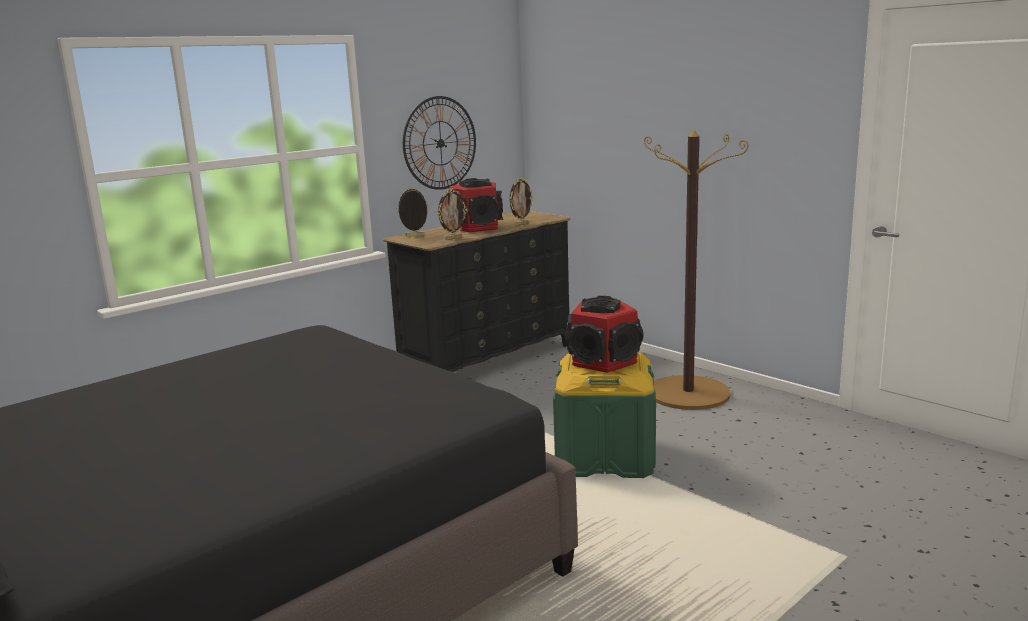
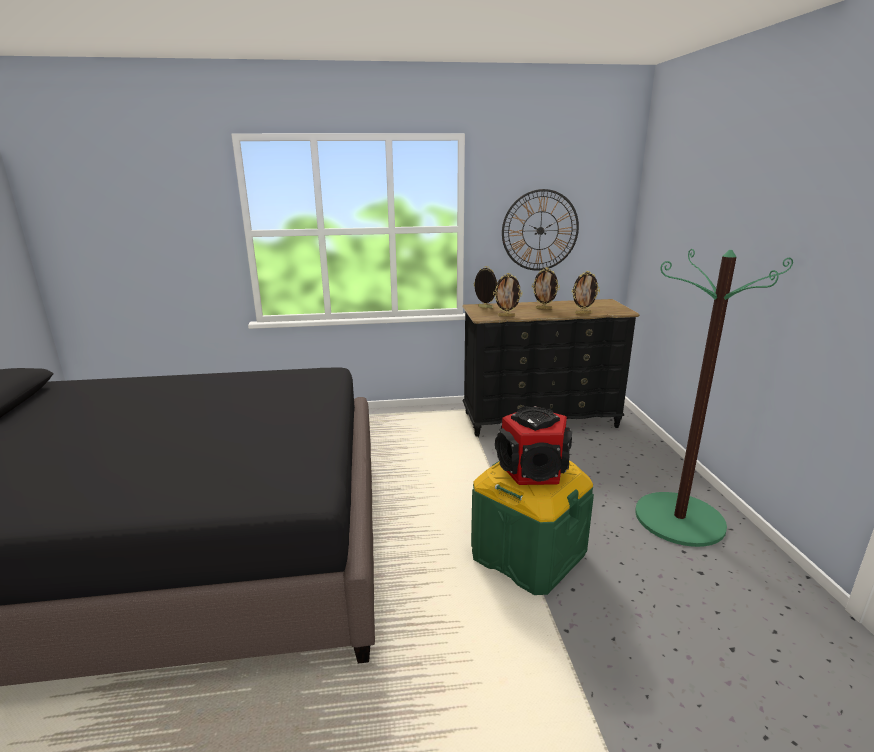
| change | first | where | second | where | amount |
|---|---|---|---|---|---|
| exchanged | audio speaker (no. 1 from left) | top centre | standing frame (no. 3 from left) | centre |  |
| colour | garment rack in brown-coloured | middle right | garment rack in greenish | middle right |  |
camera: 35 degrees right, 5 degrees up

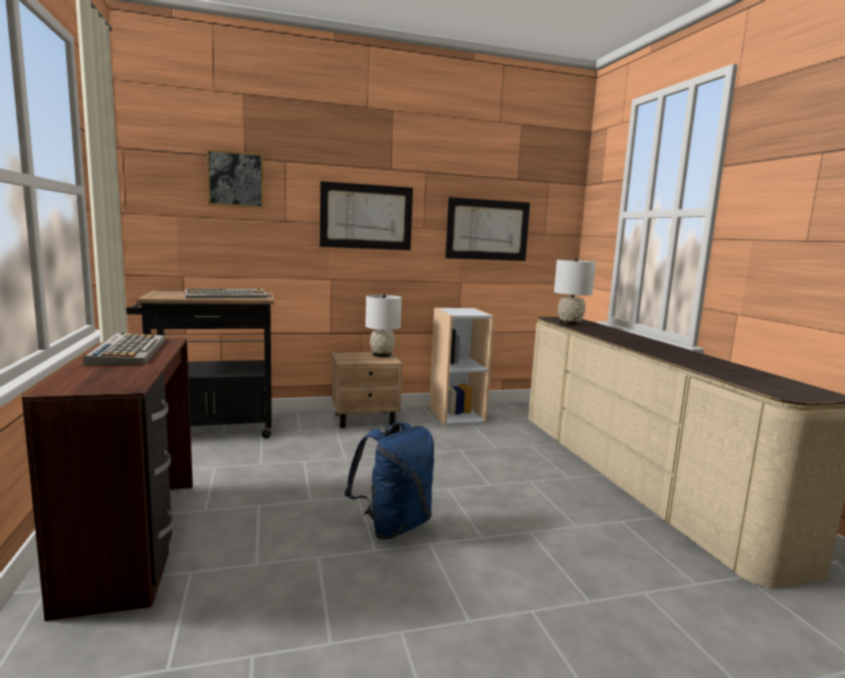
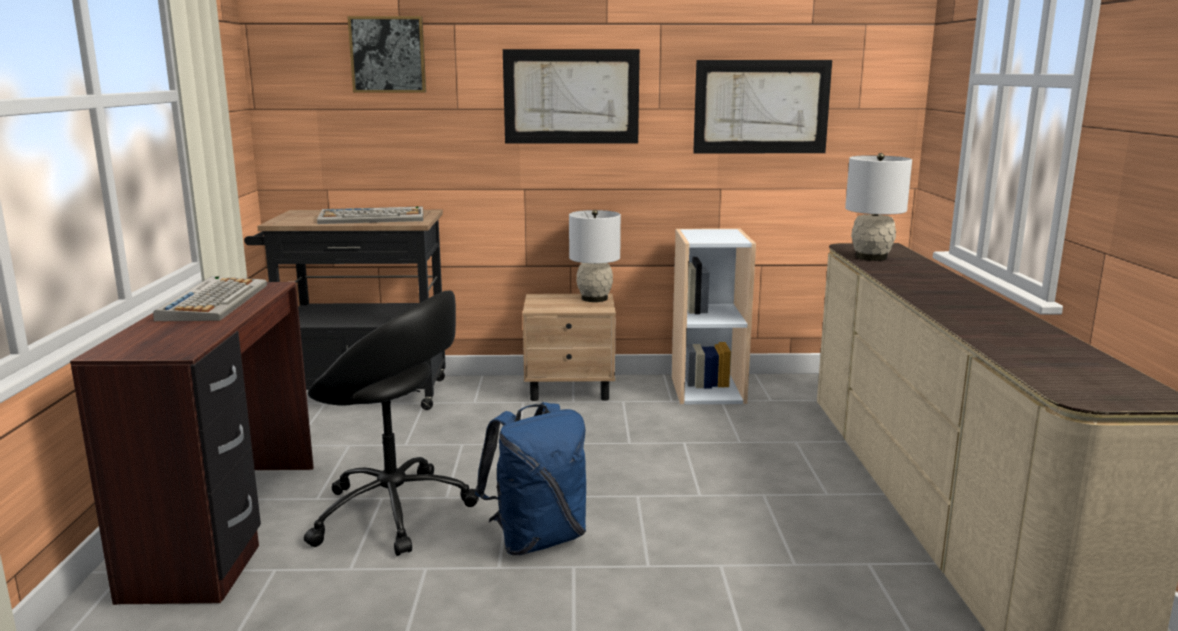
| change | first | where | second | where | amount |
|---|---|---|---|---|---|
| appeared |  |  | computer chair in black | bottom left |  |
camera: 15 degrees right, 5 degrees up

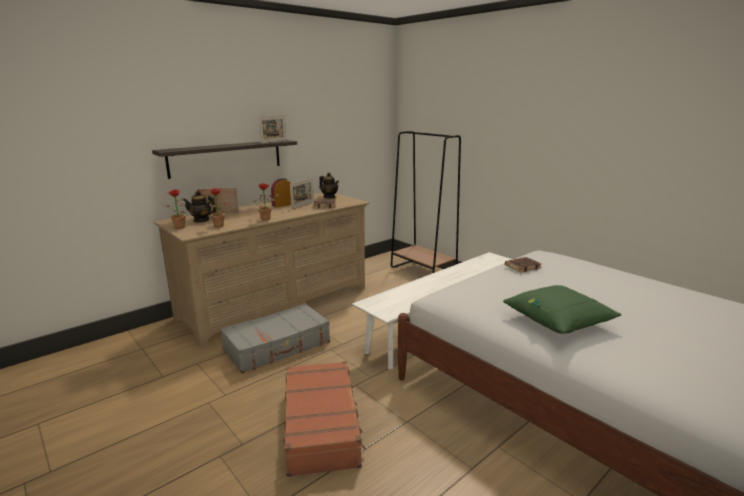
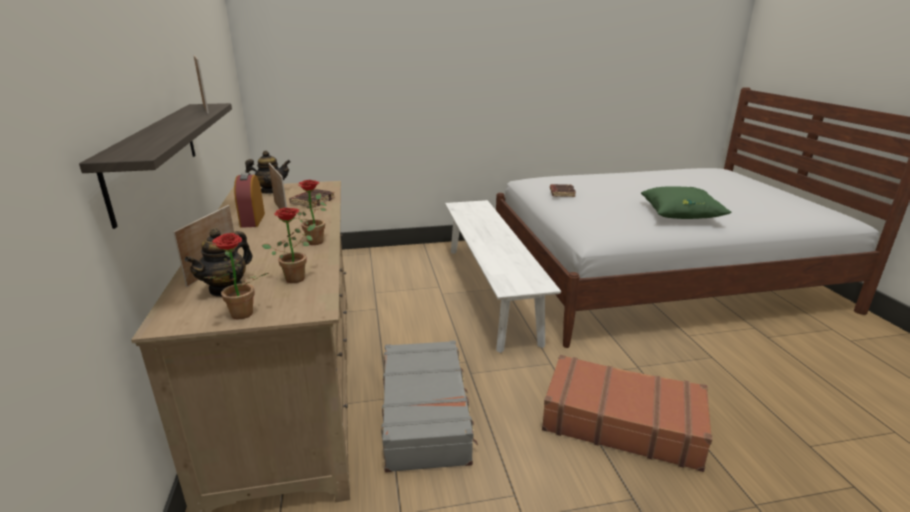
| change | first | where | second | where | amount |
|---|---|---|---|---|---|
| missing | garment rack | centre |  |  |  |
camera: 60 degrees left, 5 degrees up

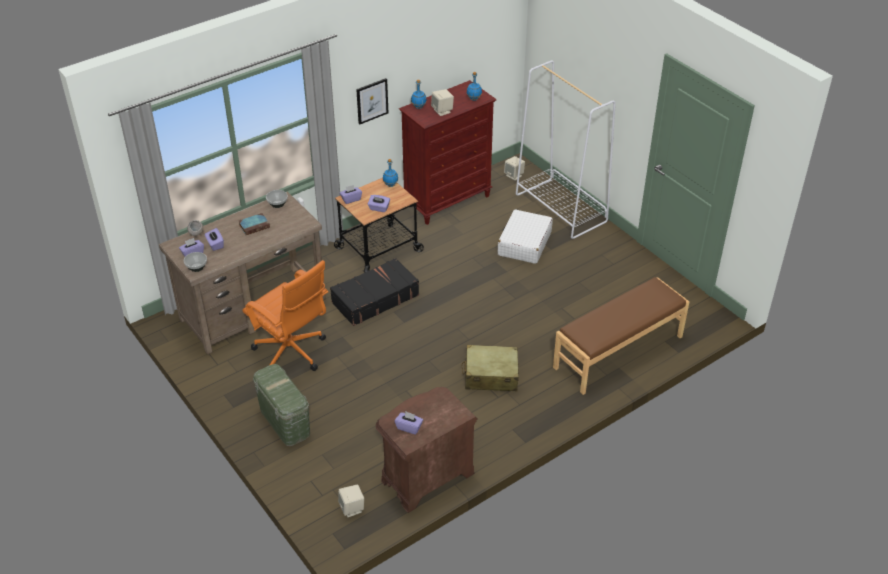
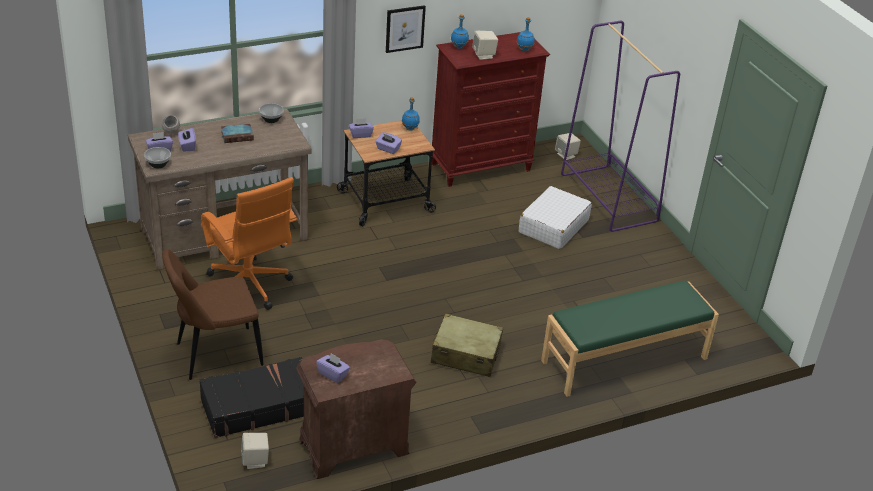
| change | first | where | second | where | amount |
|---|---|---|---|---|---|
| relocated | suitcase in black | centre |  | bottom left |  |
| exchanged | storage container in greenish | bottom left | plain chair in brown-coloured | middle left |  |
| colour | garment rack in whitish | top centre | garment rack in purplish | top right |  |
| colour | bench in brown-coloured | middle right | bench in greenish | bottom right |  |
camera: 10 degrees right, 5 degrees down

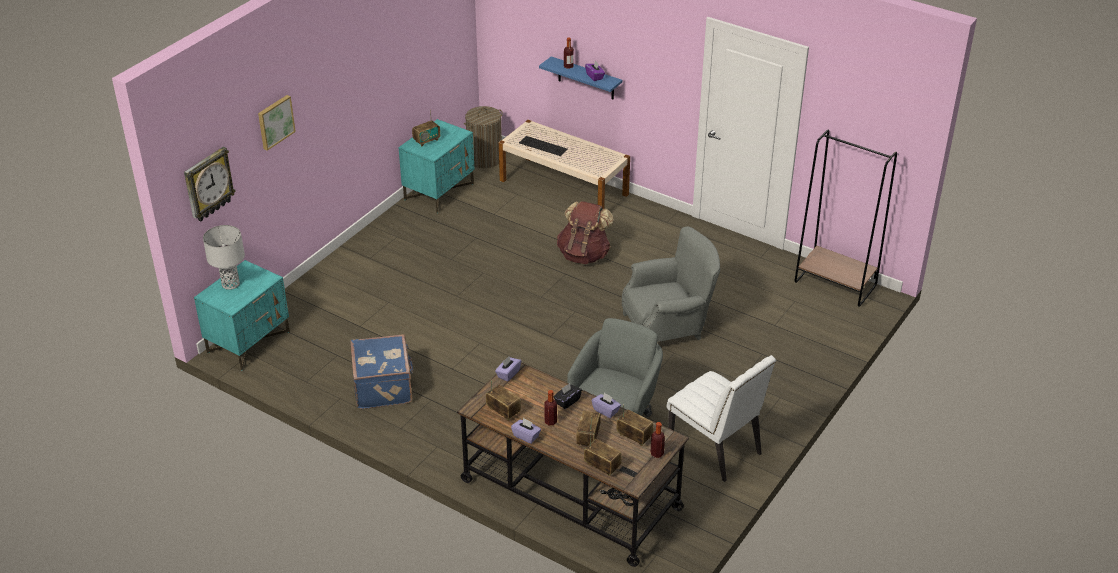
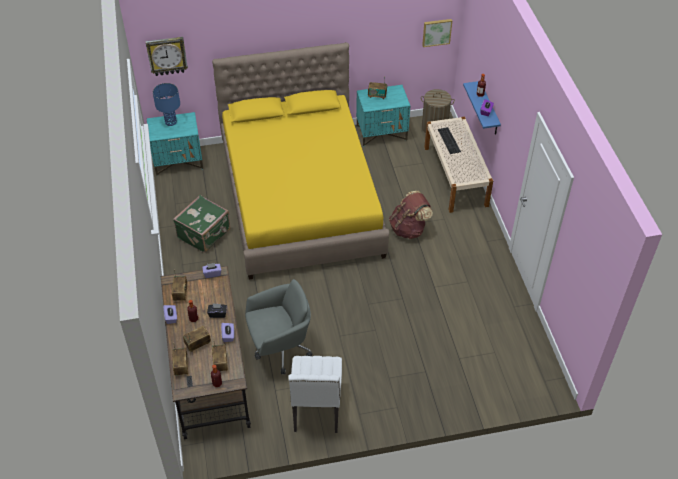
| change | first | where | second | where | amount |
|---|---|---|---|---|---|
| missing | lounge chair in greyish | centre |  |  |  |
| missing | garment rack | middle right |  |  |  |
| appeared |  |  | sleeping bed in yellow | centre |  |
| relocated | picture | top left |  | top centre |  |
| colour | lamp for a table in whitish | middle left | lamp for a table in bluish | top left |  |
| colour | suitcase in bluish | centre | suitcase in greenish | middle left |  |
camera: 45 degrees right, 10 degrees up

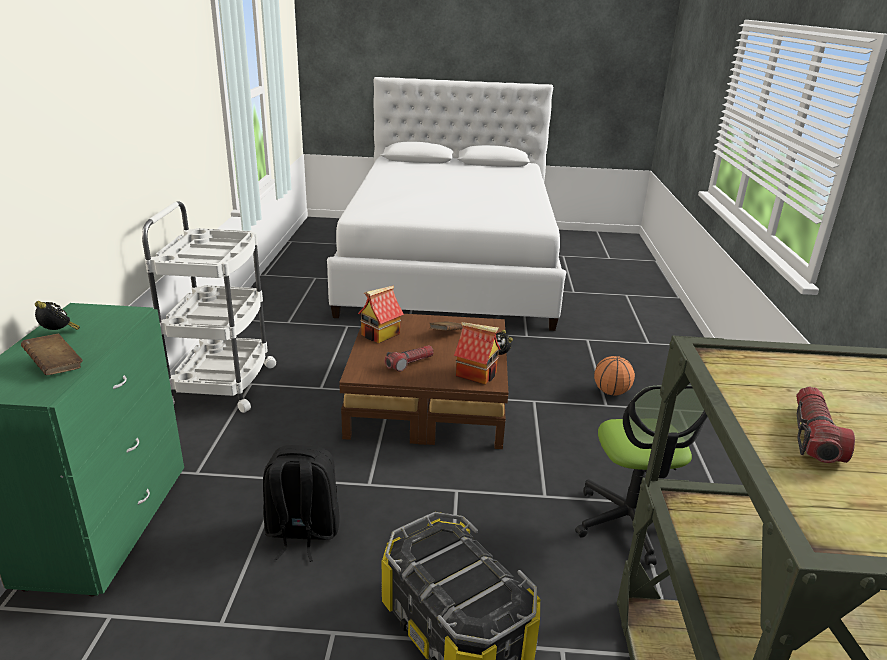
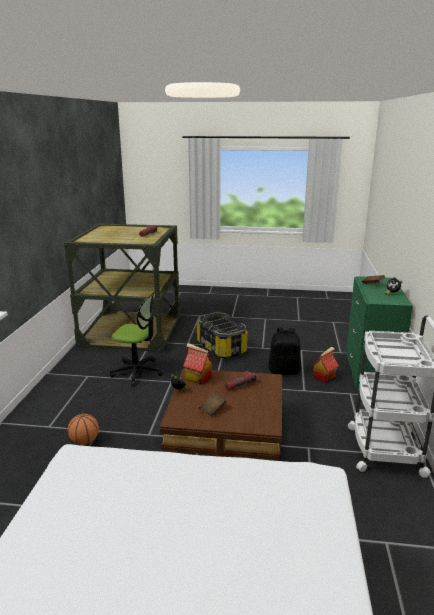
| change | first | where | second | where | amount |
|---|---|---|---|---|---|
| relocated | model house (no. 1 from left in the first image) | centre | model house (no. 2 from left) | middle right |  |
| spun | computer chair | bottom right |  | middle left | 105 degrees clockwise |
camera: 175 degrees left, 5 degrees down

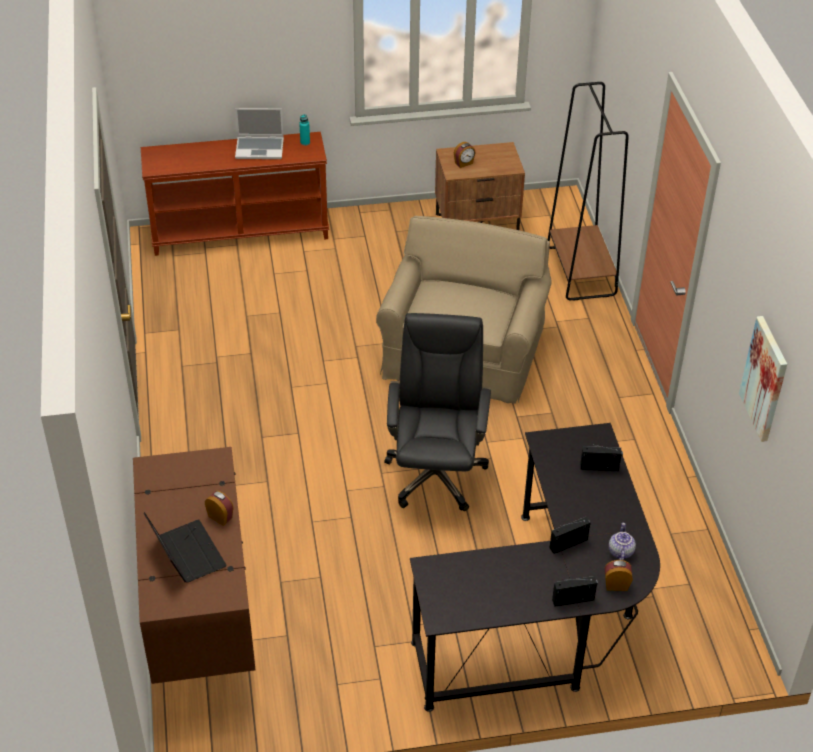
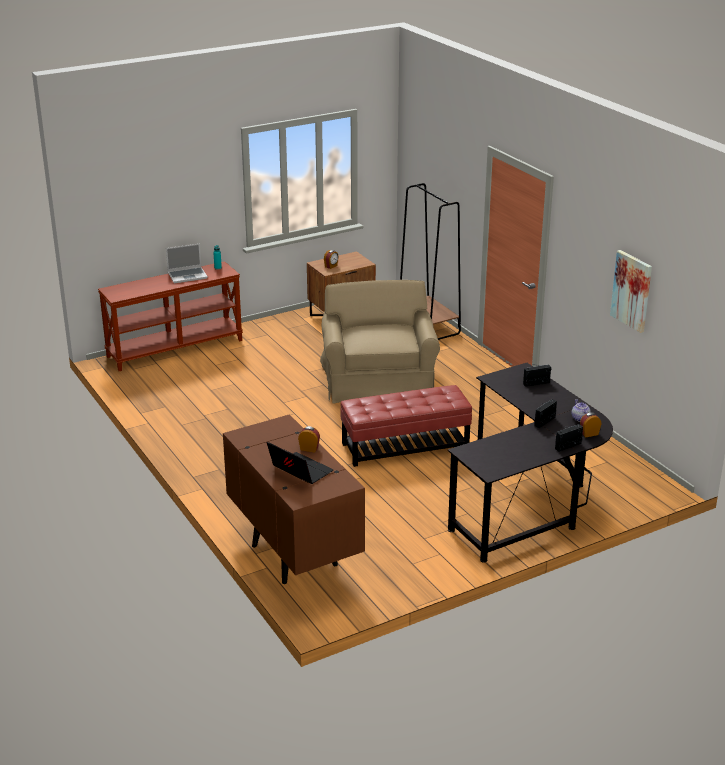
| change | first | where | second | where | amount |
|---|---|---|---|---|---|
| exchanged | computer chair in black | centre | footrest in red-coloured | centre |  |
camera: 20 degrees left, 15 degrees down

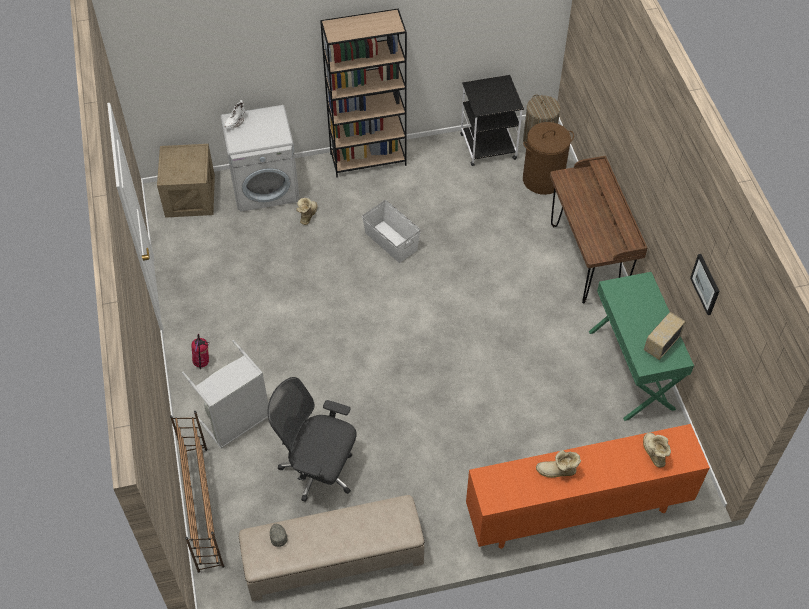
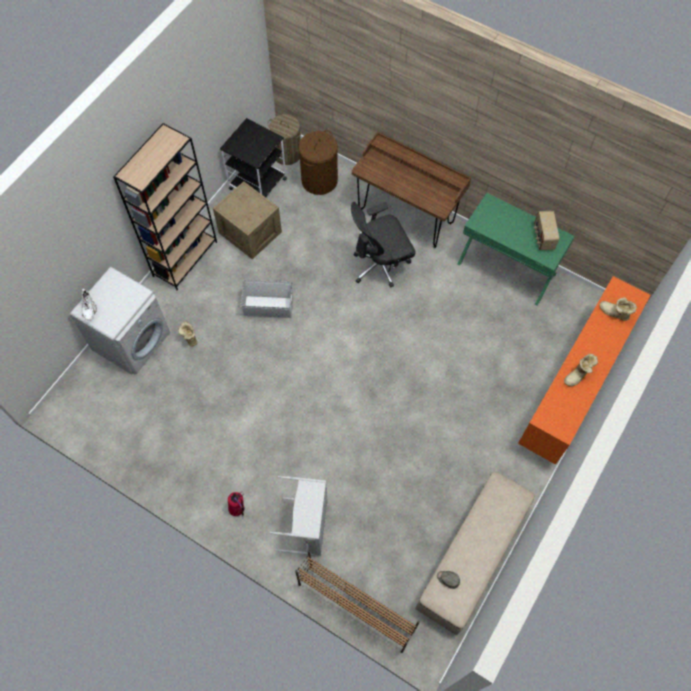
| change | first | where | second | where | amount |
|---|---|---|---|---|---|
| missing | picture | middle right |  |  |  |
| relocated | shipping crate | top left |  | top centre |  |
| relocated | computer chair | bottom centre |  | centre |  |
camera: 45 degrees left, 10 degrees up

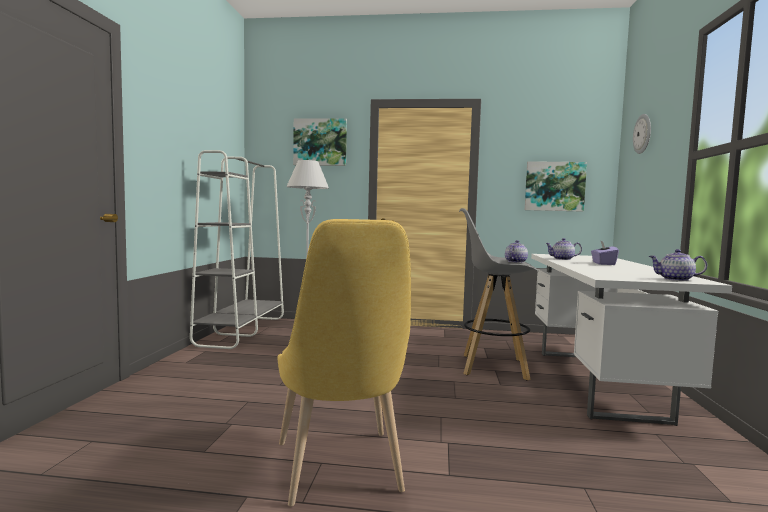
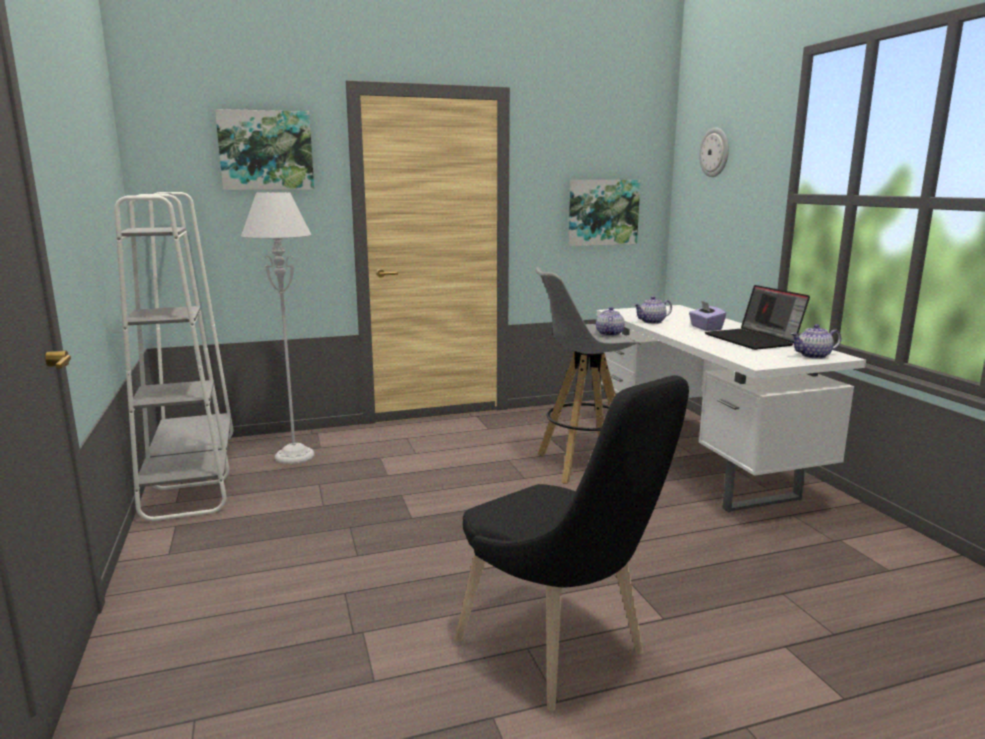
| change | first | where | second | where | amount |
|---|---|---|---|---|---|
| appeared |  |  | notebook computer | middle right |  |
| colour | plain chair in yellow | bottom centre | plain chair in black | bottom centre |  |
camera: 25 degrees left, 10 degrees up

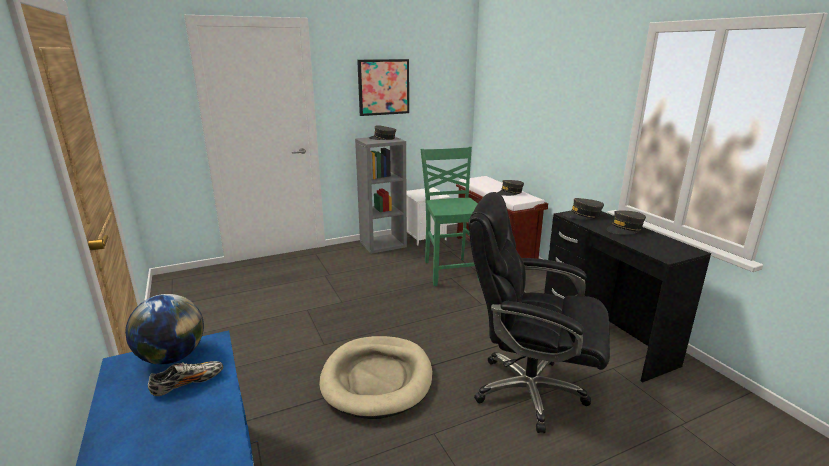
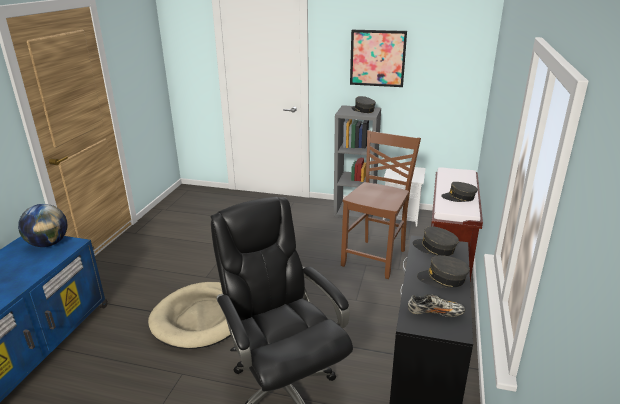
| change | first | where | second | where | amount |
|---|---|---|---|---|---|
| relocated | shoe | bottom left |  | bottom right |  |
| colour | plain chair in greenish | centre | plain chair in brown-coloured | centre |  |
camera: 40 degrees right, 5 degrees up

